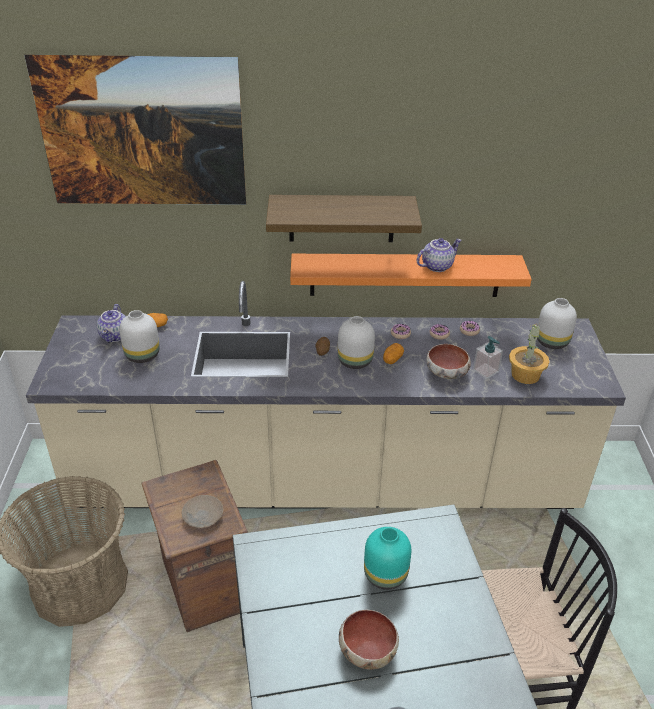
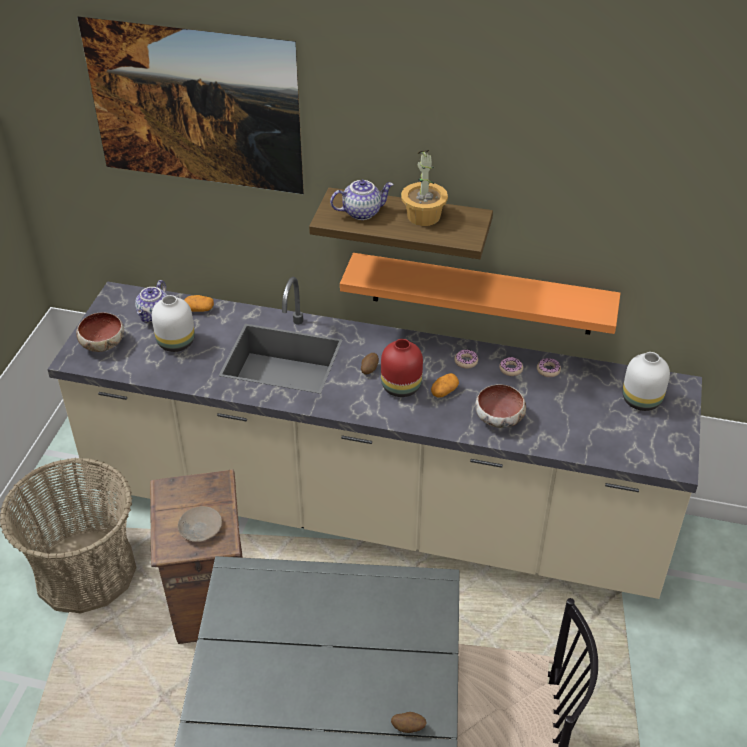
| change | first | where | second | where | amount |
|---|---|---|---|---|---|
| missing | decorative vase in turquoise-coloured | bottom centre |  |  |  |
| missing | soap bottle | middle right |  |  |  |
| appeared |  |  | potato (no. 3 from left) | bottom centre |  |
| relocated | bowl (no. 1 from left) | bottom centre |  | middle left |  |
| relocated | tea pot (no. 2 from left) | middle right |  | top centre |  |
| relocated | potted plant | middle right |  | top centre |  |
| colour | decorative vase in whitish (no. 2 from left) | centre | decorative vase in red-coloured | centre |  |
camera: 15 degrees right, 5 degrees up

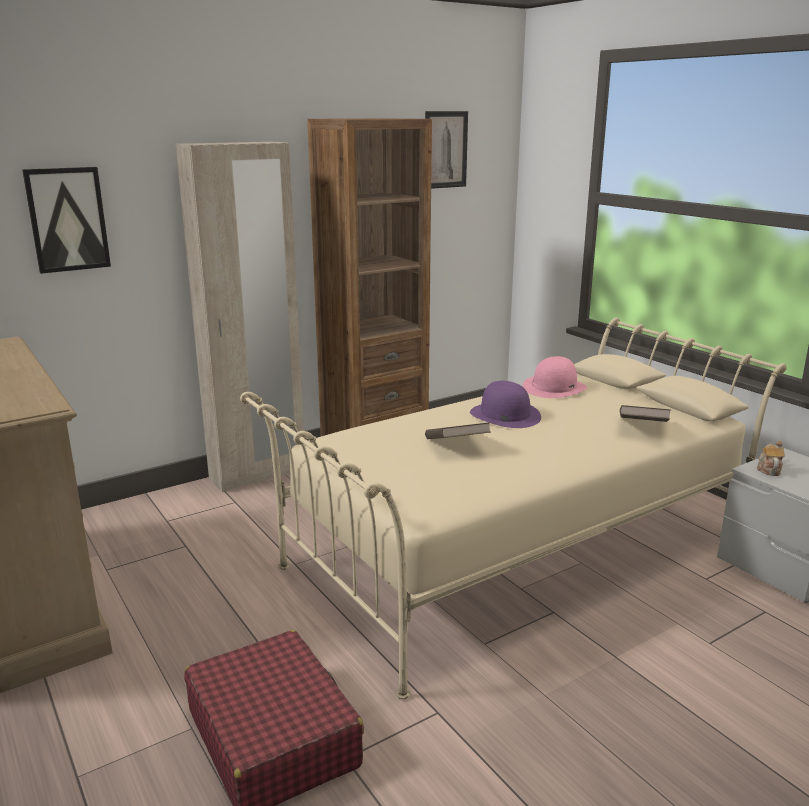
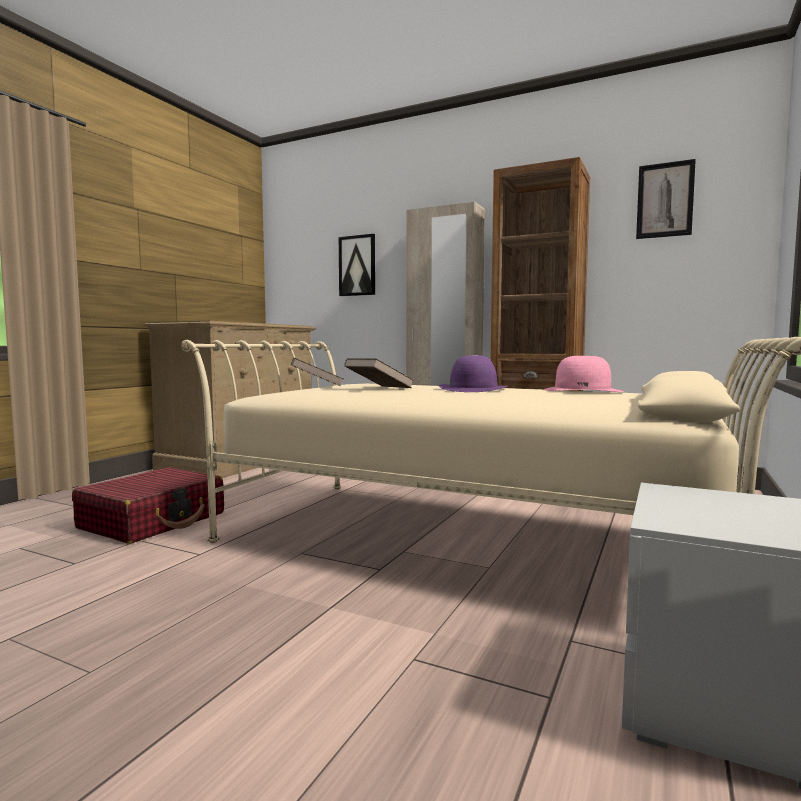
| change | first | where | second | where | amount |
|---|---|---|---|---|---|
| missing | tea pot | middle right |  |  |  |
| relocated | bound book in brown-coloured (no. 2 from left in the first image) | middle right | bound book in brown-coloured (no. 1 from left) | centre |  |
camera: 60 degrees right, 15 degrees down

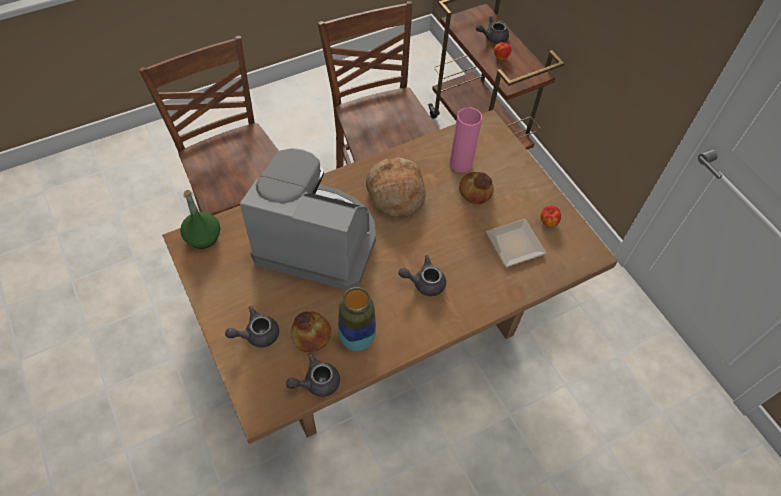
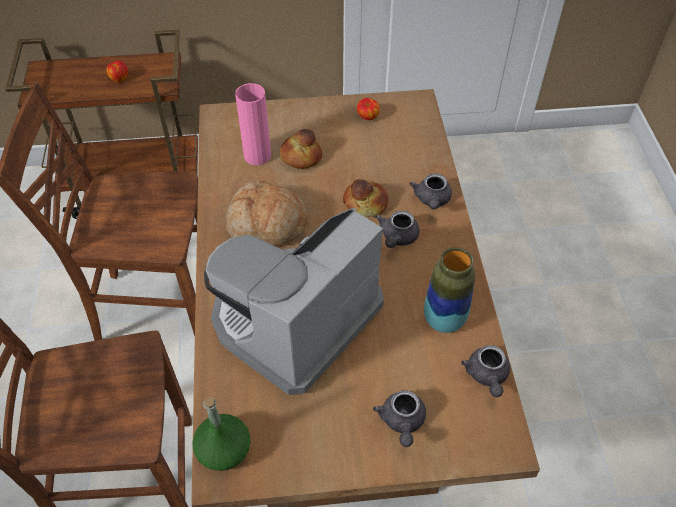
| change | first | where | second | where | amount |
|---|---|---|---|---|---|
| missing | plate | centre |  |  |  |
| relocated | bread (no. 1 from left in the first image) | bottom centre | bread (no. 3 from left) | centre |  |
| relocated | tea pot in greyish (no. 4 from left in the first image) | top centre | tea pot in greyish (no. 3 from left) | centre |  |
camera: 65 degrees left, 5 degrees down

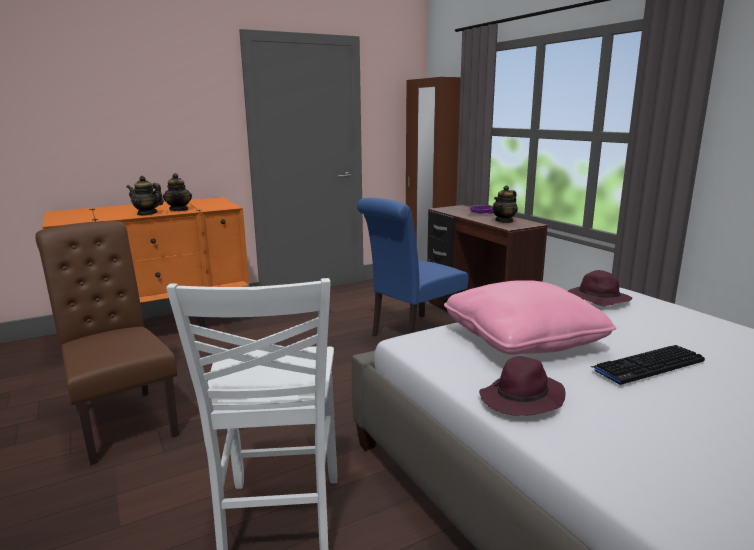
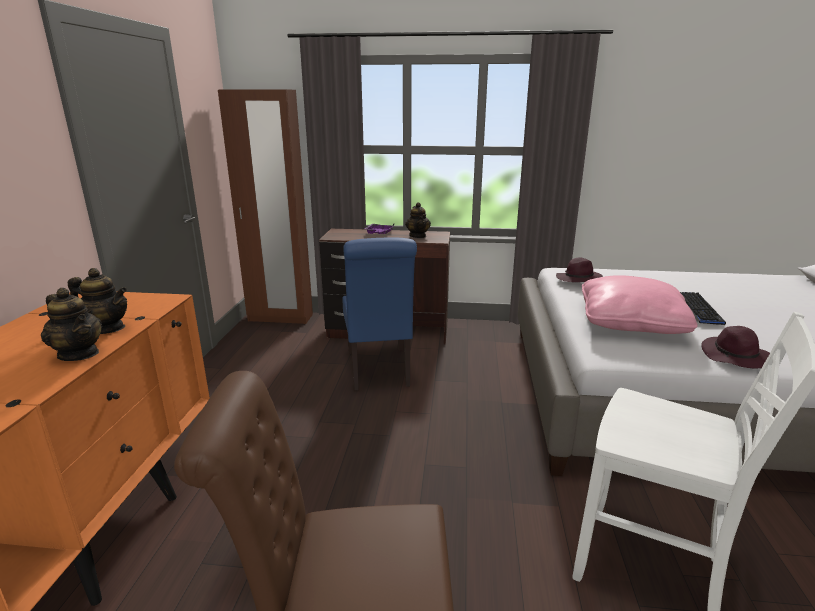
| change | first | where | second | where | amount |
|---|---|---|---|---|---|
| spun | tea pot (no. 1 from left) | middle left |  | middle left | 105 degrees counterclockwise |
camera: 55 degrees left, 5 degrees up

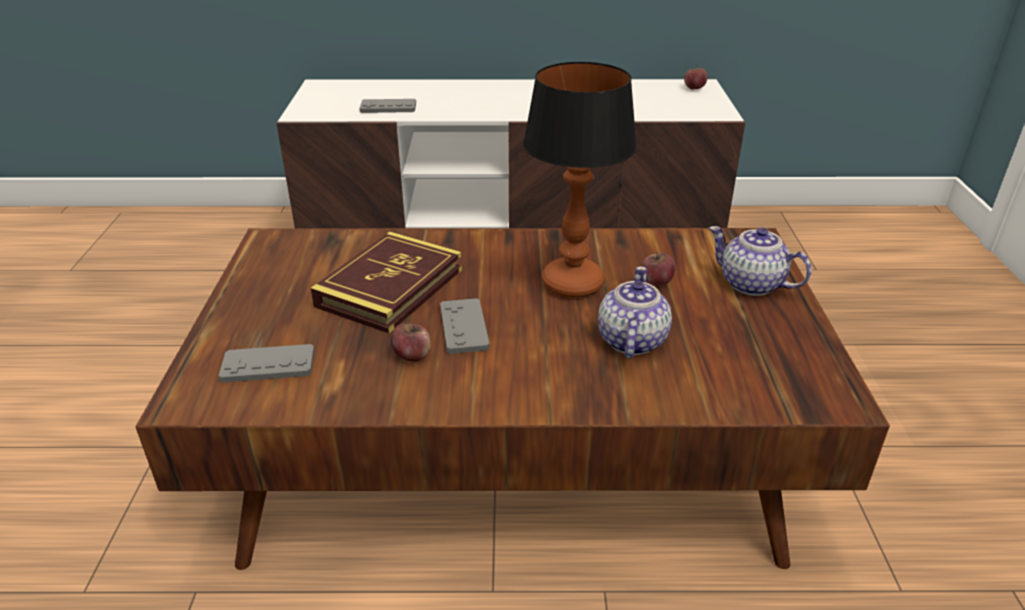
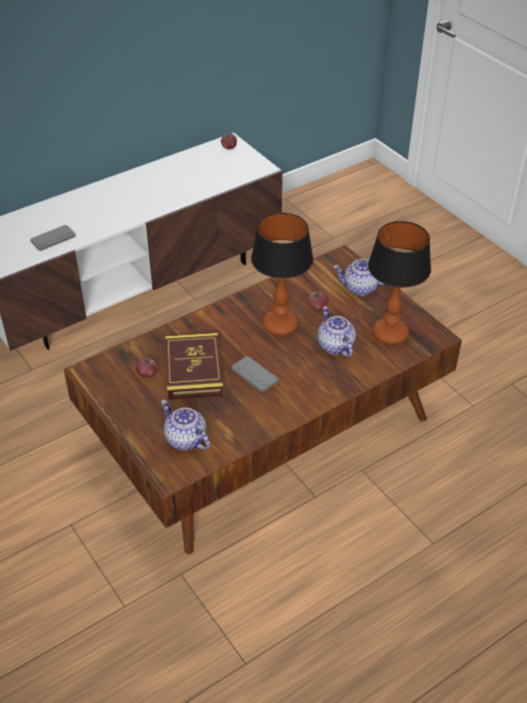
| change | first | where | second | where | amount |
|---|---|---|---|---|---|
| appeared |  |  | lamp for a table (no. 2 from left) | middle right |  |
| relocated | whole apple (no. 1 from left) | centre |  | middle left |  |
| exchanged | gamepad in greyish (no. 1 from left) | middle left | tea pot (no. 1 from left) | centre |  |
camera: 35 degrees left, 10 degrees up

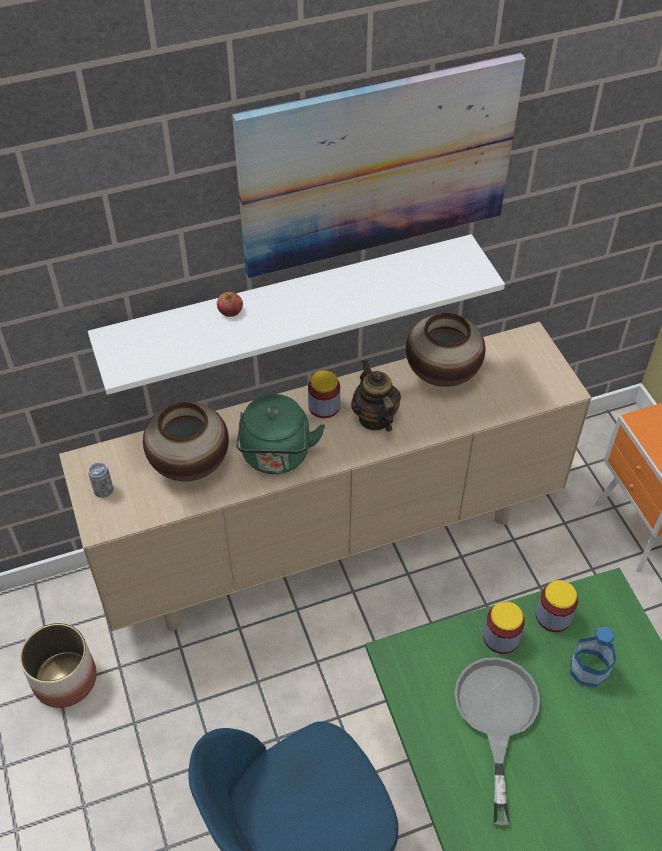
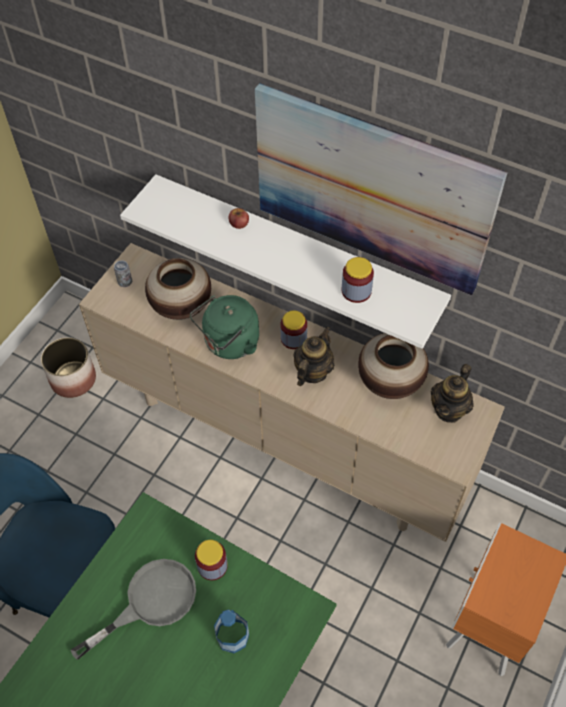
| change | first | where | second | where | amount |
|---|---|---|---|---|---|
| appeared |  |  | tea pot (no. 2 from left) | middle right |  |
| relocated | jar (no. 3 from left) | bottom right |  | centre |  |
camera: 50 degrees right, 5 degrees up

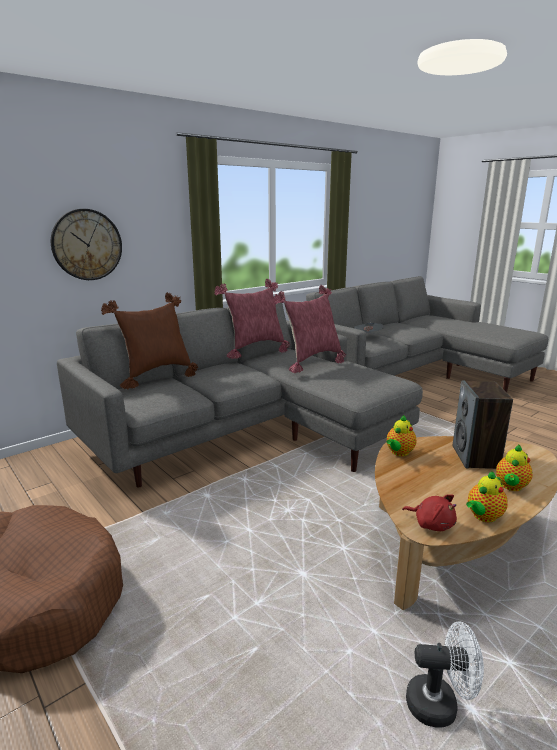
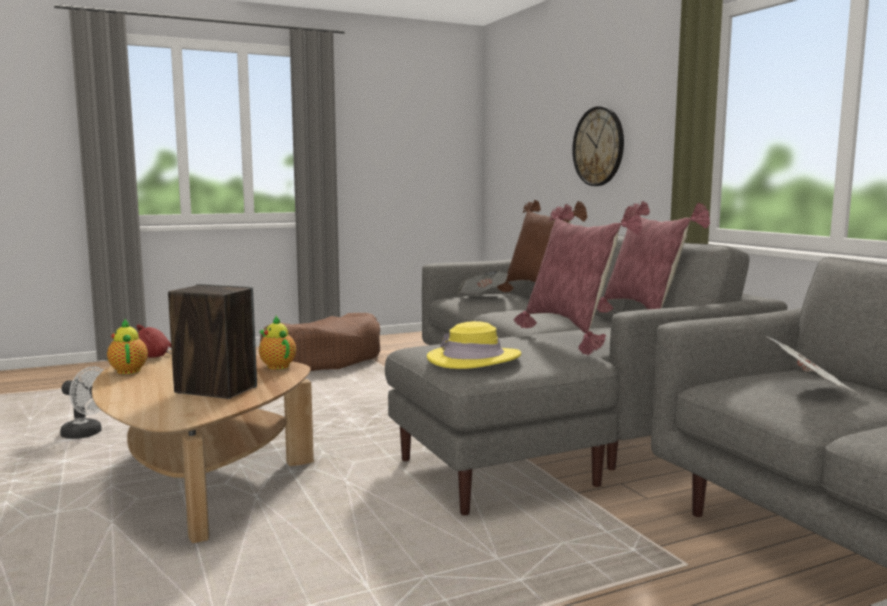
| change | first | where | second | where | amount |
|---|---|---|---|---|---|
| missing | tea pot (no. 3 from left) | middle right |  |  |  |
| appeared |  |  | hat in yellow | centre |  |
| appeared |  |  | newspaper (no. 1 from left) | centre |  |
| spun | electric fan in whitish | bottom right |  | middle left | 90 degrees counterclockwise |
camera: 105 degrees right, 10 degrees down

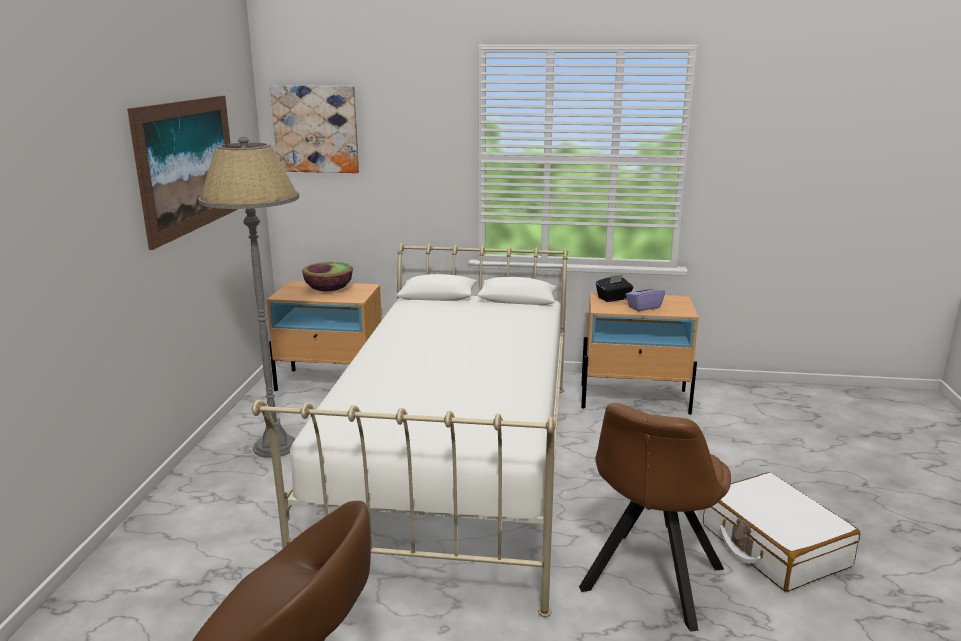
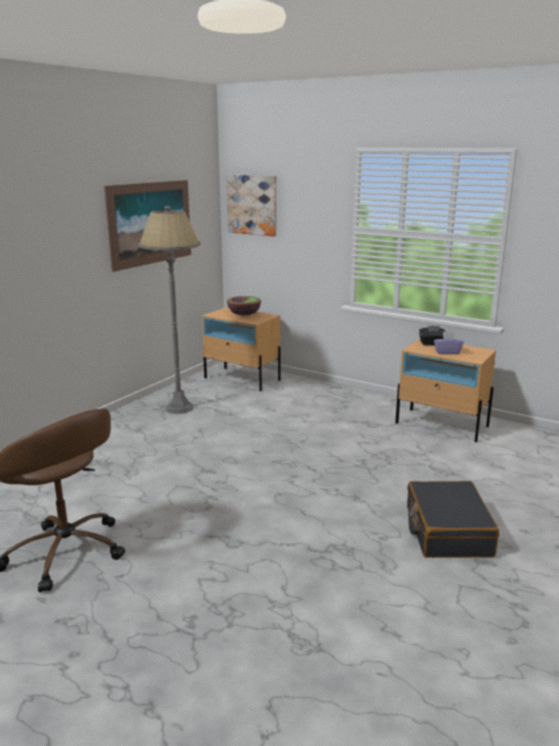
| change | first | where | second | where | amount |
|---|---|---|---|---|---|
| missing | sleeping bed in whitish | bottom centre |  |  |  |
| missing | plain chair in brown-coloured | bottom right |  |  |  |
| colour | suitcase in whitish | bottom right | suitcase in black | bottom right |  |
camera: 25 degrees right, 0 degrees up

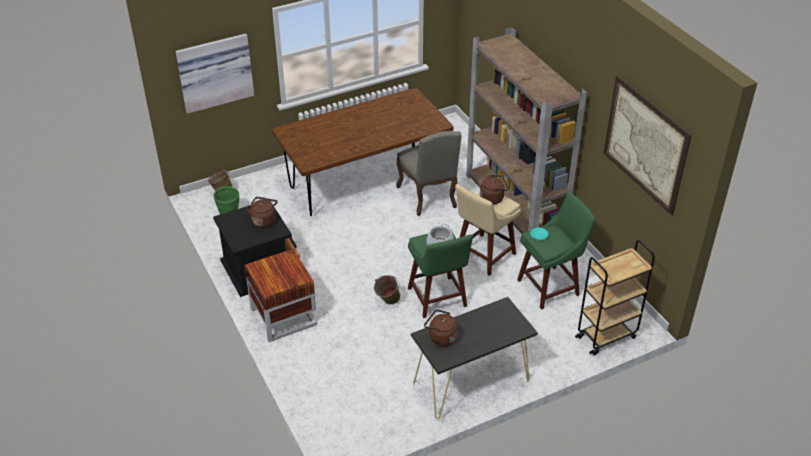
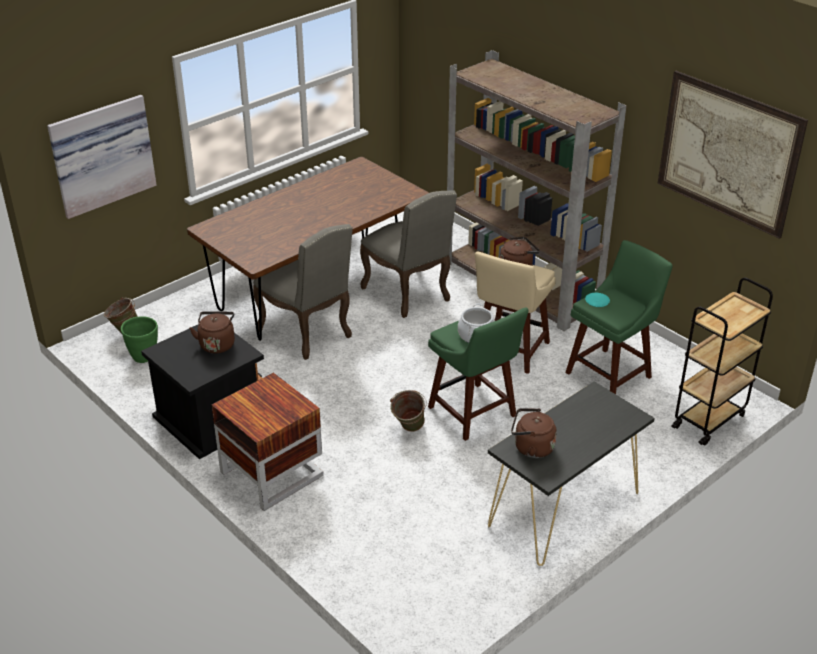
| change | first | where | second | where | amount |
|---|---|---|---|---|---|
| appeared |  |  | plain chair in greyish (no. 1 from left) | centre |  |
camera: 15 degrees left, 5 degrees down

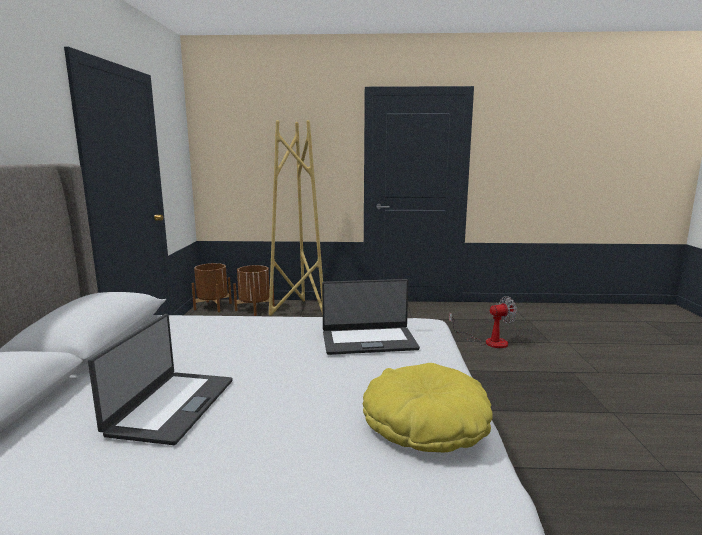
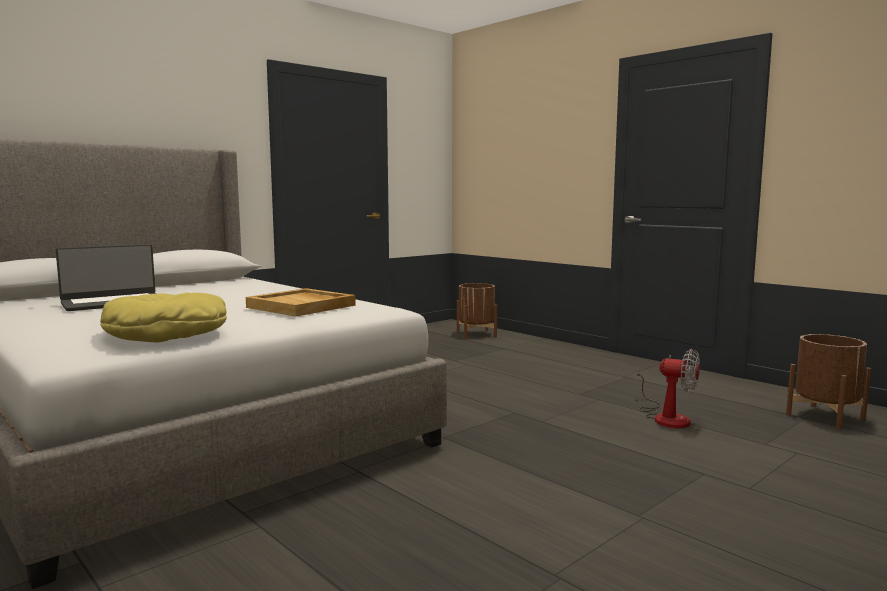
| change | first | where | second | where | amount |
|---|---|---|---|---|---|
| missing | garment rack in yellow | centre |  |  |  |
| relocated | planter in brown-coloured (no. 1 from left in the first image) | middle left | planter in brown-coloured (no. 2 from left) | middle right |  |
| exchanged | notebook computer (no. 2 from left) | centre | tray in sand-coloured | centre |  |
camera: 45 degrees right, 5 degrees down

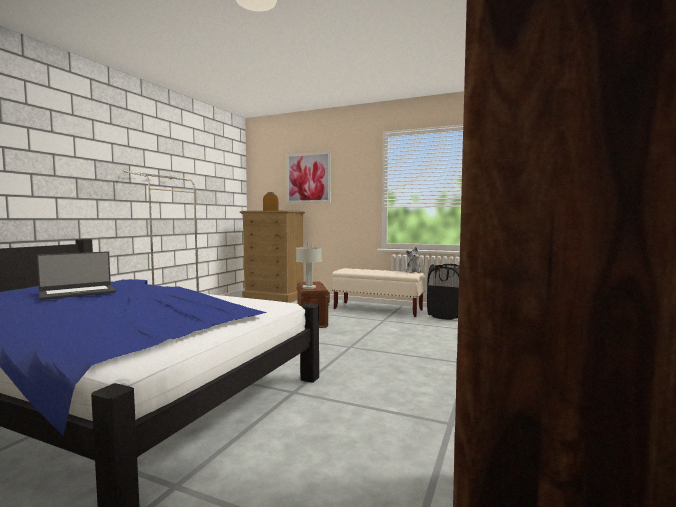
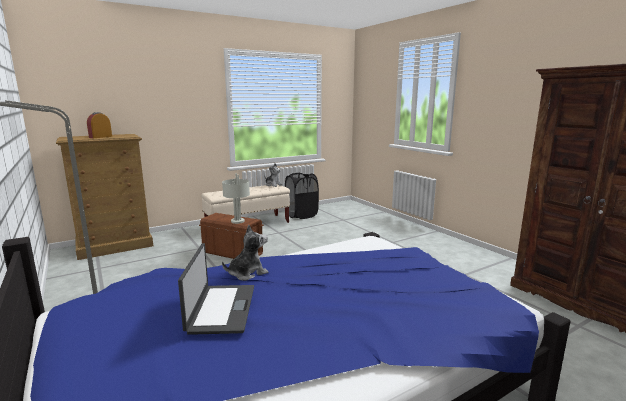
| change | first | where | second | where | amount |
|---|---|---|---|---|---|
| missing | picture | centre |  |  |  |
| appeared |  |  | soft toy (no. 1 from left) | centre |  |
camera: 55 degrees left, 10 degrees up

